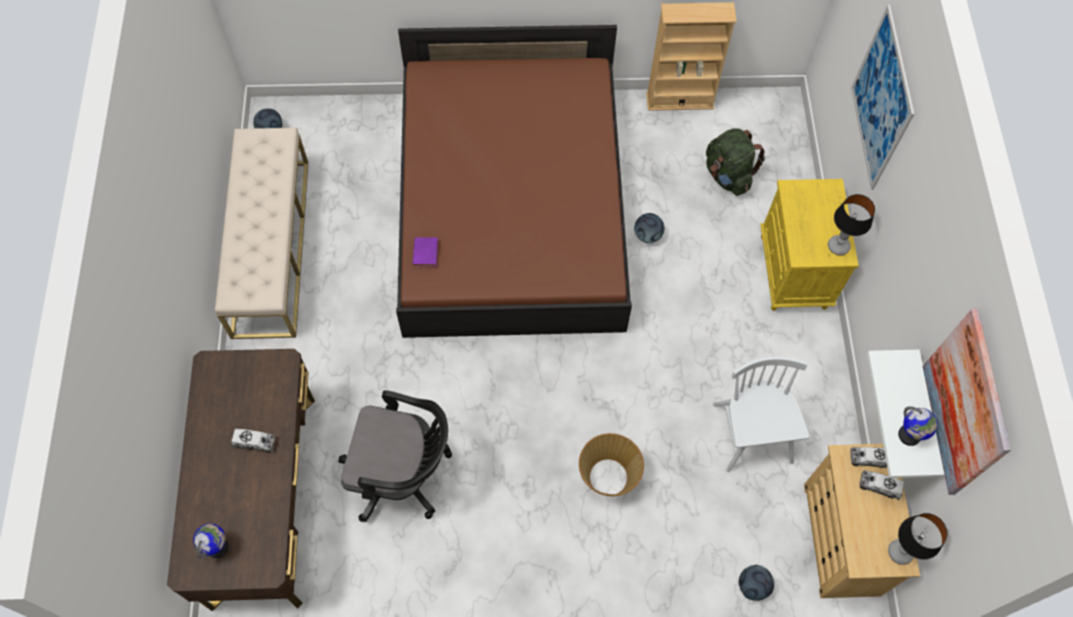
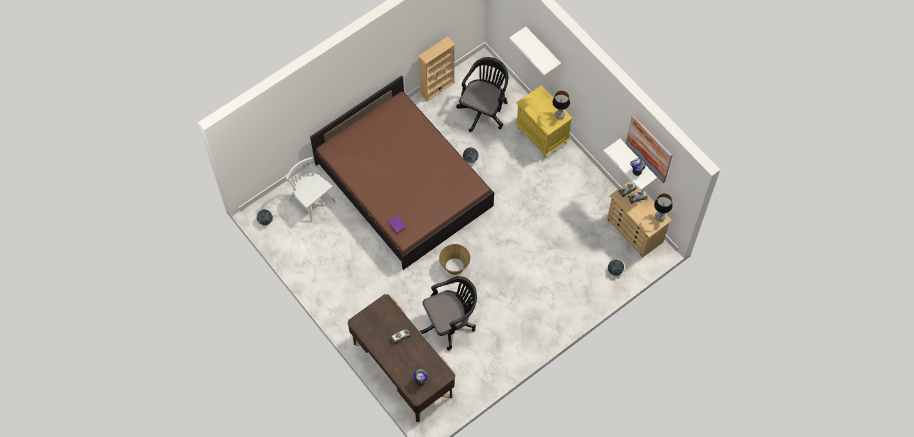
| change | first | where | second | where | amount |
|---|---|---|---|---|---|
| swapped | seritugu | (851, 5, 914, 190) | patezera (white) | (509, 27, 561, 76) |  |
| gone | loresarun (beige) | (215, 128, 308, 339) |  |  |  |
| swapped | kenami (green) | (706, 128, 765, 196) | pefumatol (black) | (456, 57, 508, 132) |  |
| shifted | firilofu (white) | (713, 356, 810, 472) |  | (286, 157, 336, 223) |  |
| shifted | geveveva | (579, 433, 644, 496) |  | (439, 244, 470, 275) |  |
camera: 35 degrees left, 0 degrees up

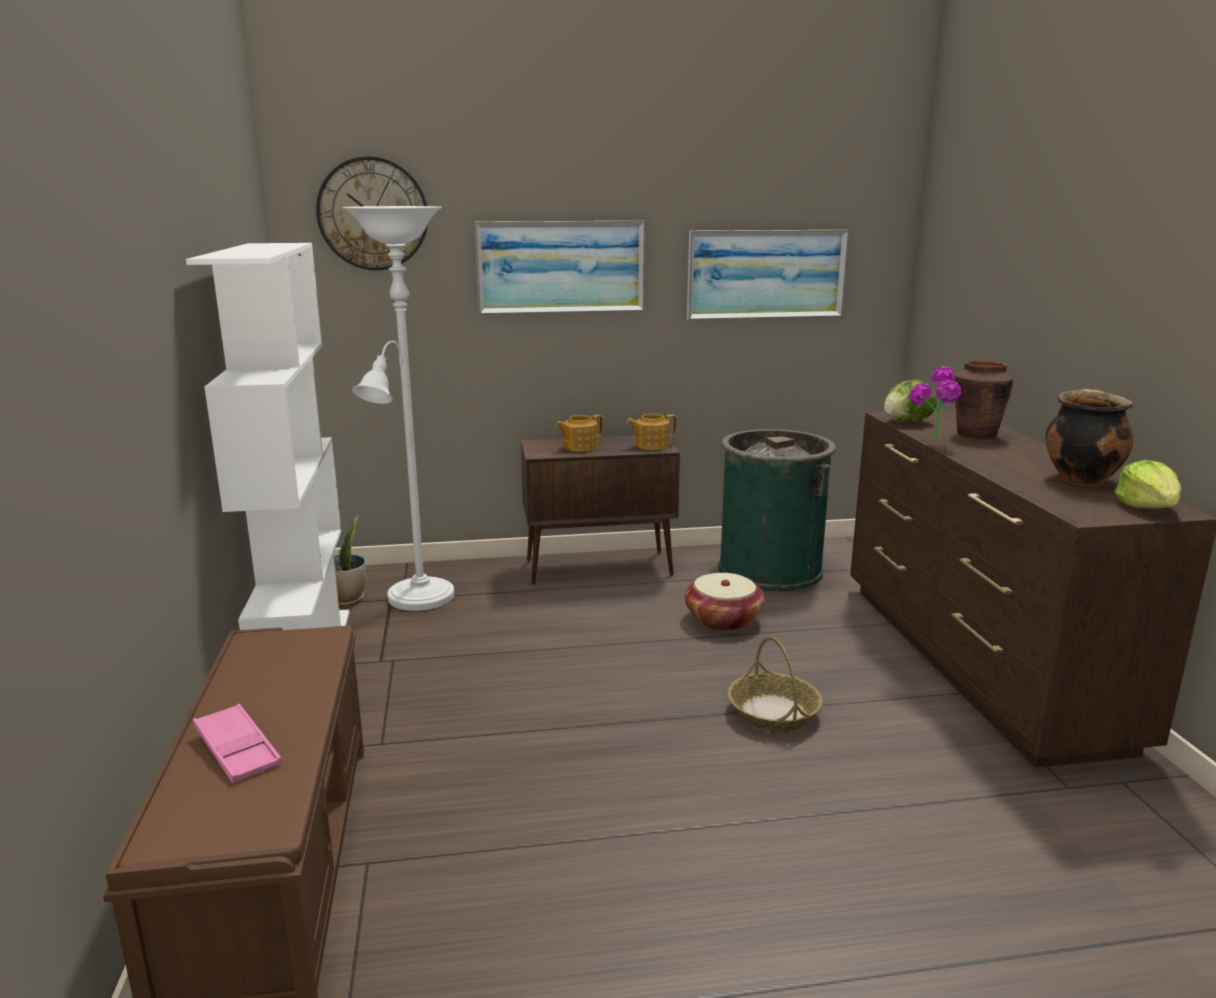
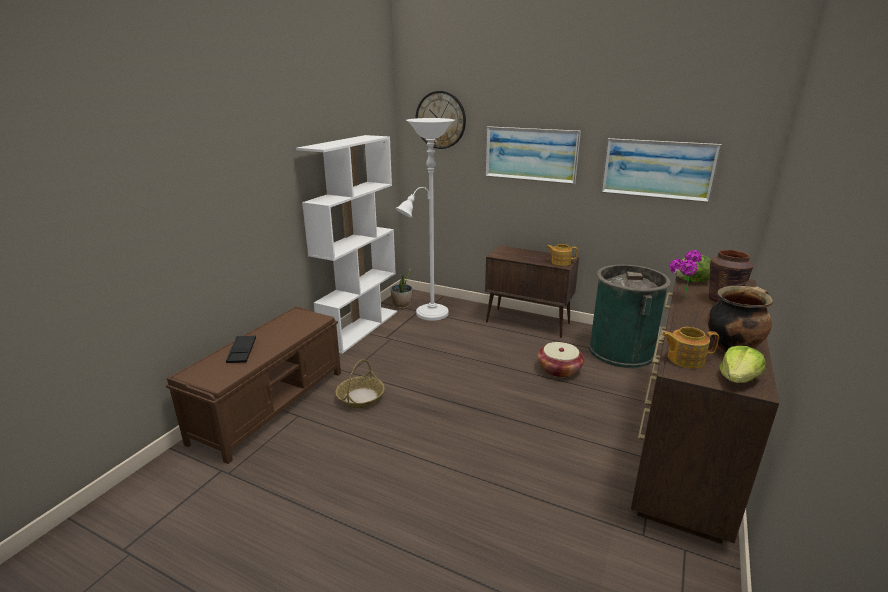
| change | first | where | second | where | amount |
|---|---|---|---|---|---|
| shifted | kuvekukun | (556, 415, 603, 452) |  | (662, 327, 719, 369) |  |
| shifted | geveveva | (728, 636, 823, 732) |  | (336, 359, 385, 408) |  |
| repainted | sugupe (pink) | (193, 704, 282, 783) | sugupe (black) | (226, 335, 256, 363) |  |
camera: 35 degrees right, 5 degrees up

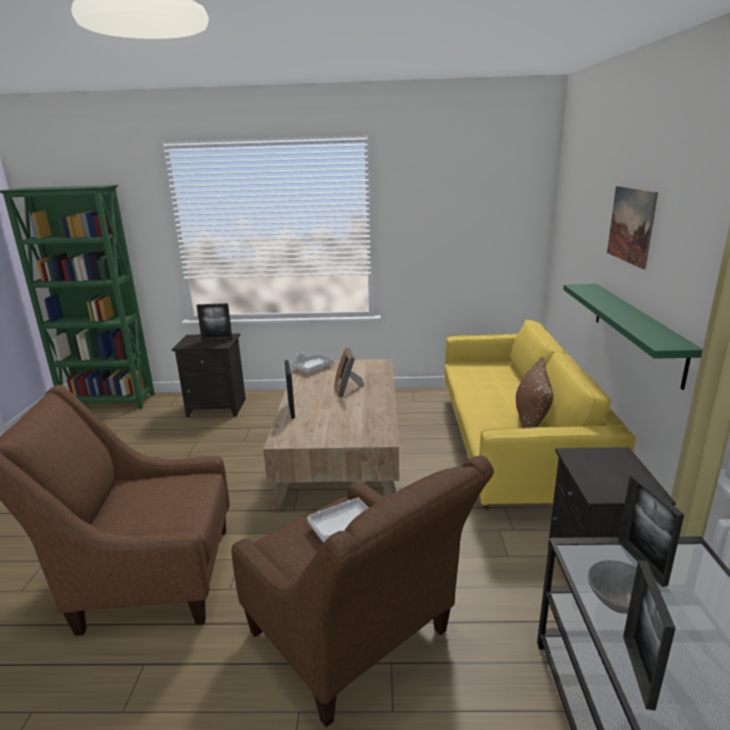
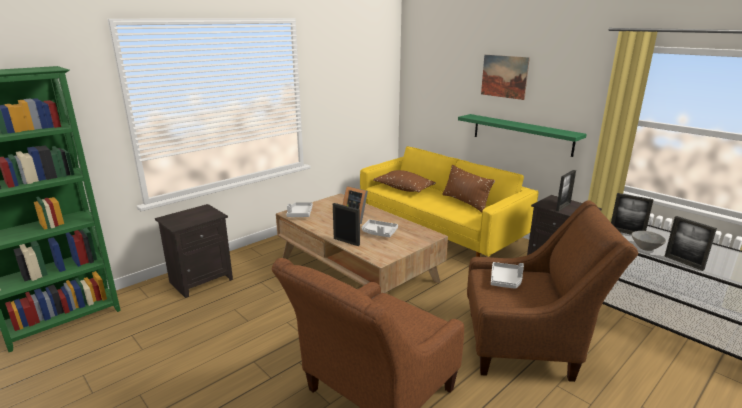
| change | first | where | second | where | amount |
|---|---|---|---|---|---|
| shifted | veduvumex | (197, 303, 233, 342) |  | (556, 170, 576, 211) |  |
| new |  |  | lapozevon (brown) | (373, 170, 436, 192) |  |
| new |  |  | sugupe (grey) | (362, 220, 398, 237) |  |
camera: 45 degrees left, 0 degrees up

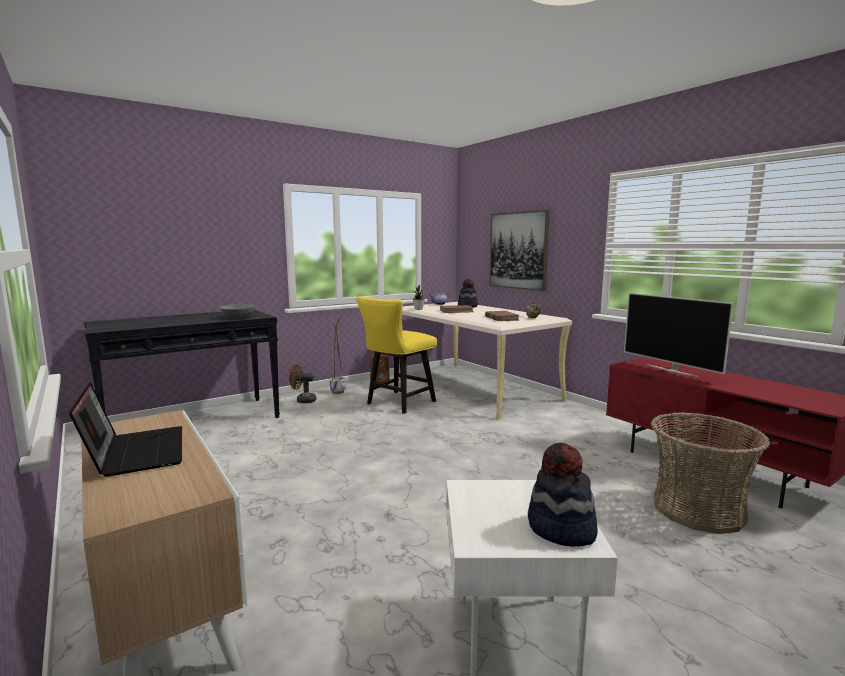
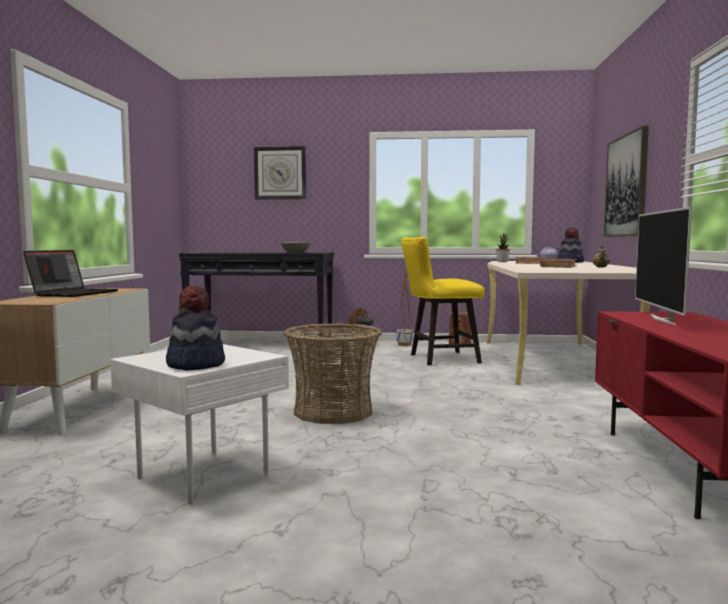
| change | first | where | second | where | amount |
|---|---|---|---|---|---|
| shifted | geveveva | (651, 412, 770, 534) |  | (284, 323, 382, 424) |  |
| new |  |  | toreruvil | (254, 146, 306, 200) |  |
camera: 40 degrees right, 5 degrees down

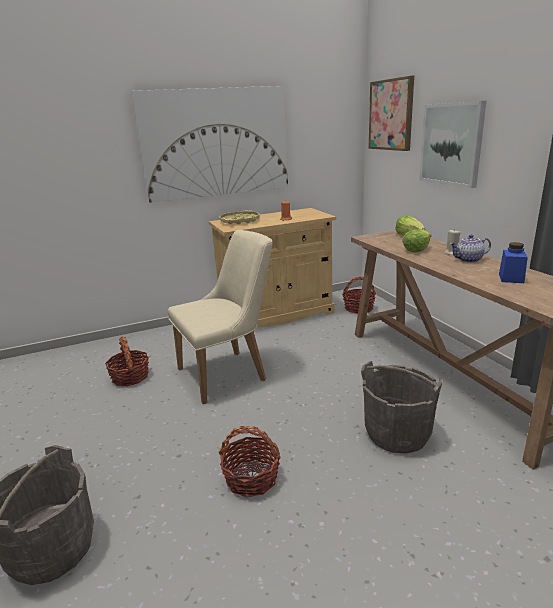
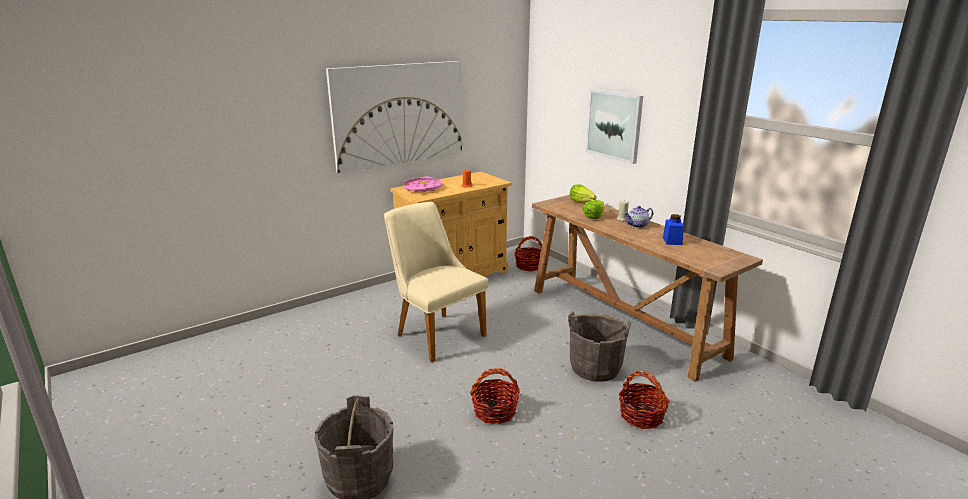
| change | first | where | second | where | amount |
|---|---|---|---|---|---|
| gone | seritugu | (369, 76, 414, 151) |  |  |  |
| repainted | sugupe (yellow) | (219, 210, 260, 224) | sugupe (pink) | (403, 177, 442, 192) |  |
| rotated | firilofu (beige) | (168, 230, 272, 404) |  | (384, 202, 489, 362) | 90 degrees counterclockwise |
| shifted | geveveva | (105, 337, 149, 386) |  | (619, 370, 670, 429) |  |
camera: 15 degrees left, 0 degrees up

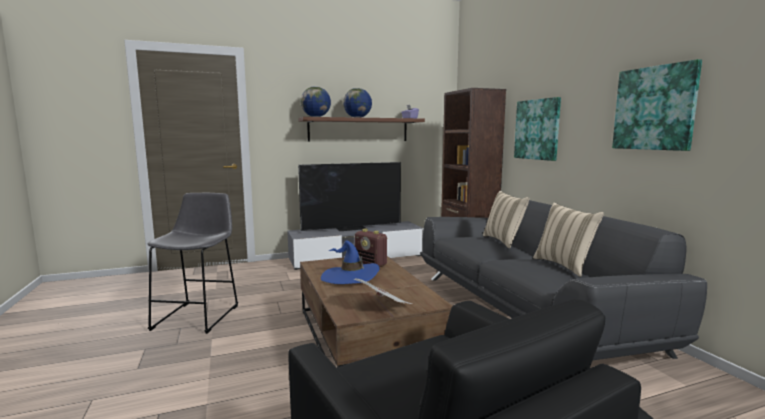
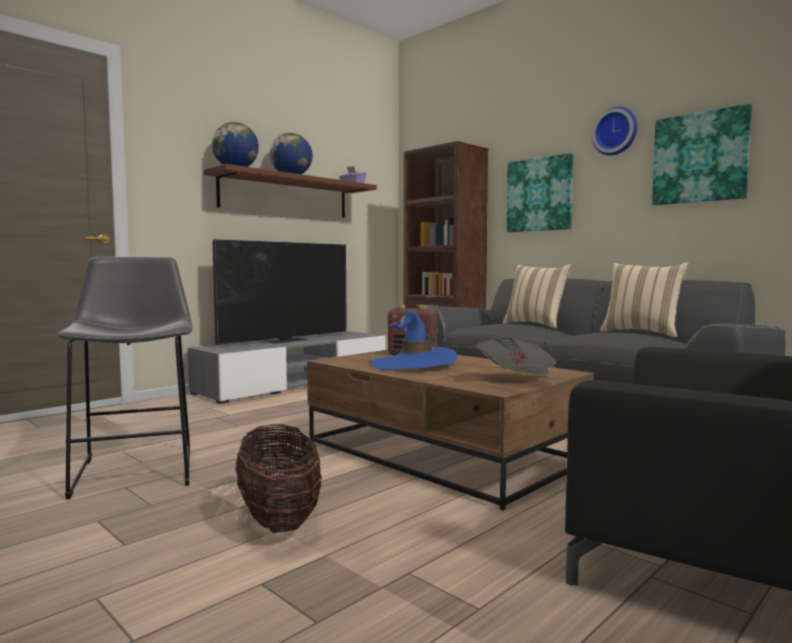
| change | first | where | second | where | amount |
|---|---|---|---|---|---|
| new |  |  | toreruvil | (592, 107, 637, 156) |  |
| new |  |  | geveveva | (235, 424, 322, 533) |  |
camera: 25 degrees left, 5 degrees down

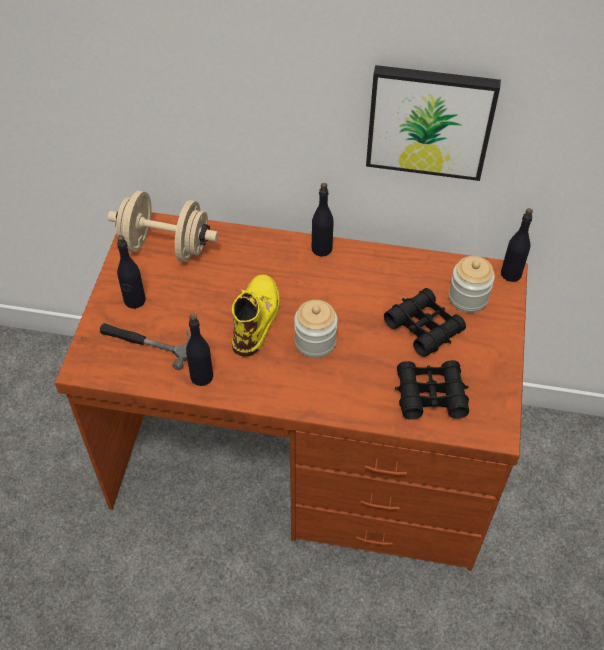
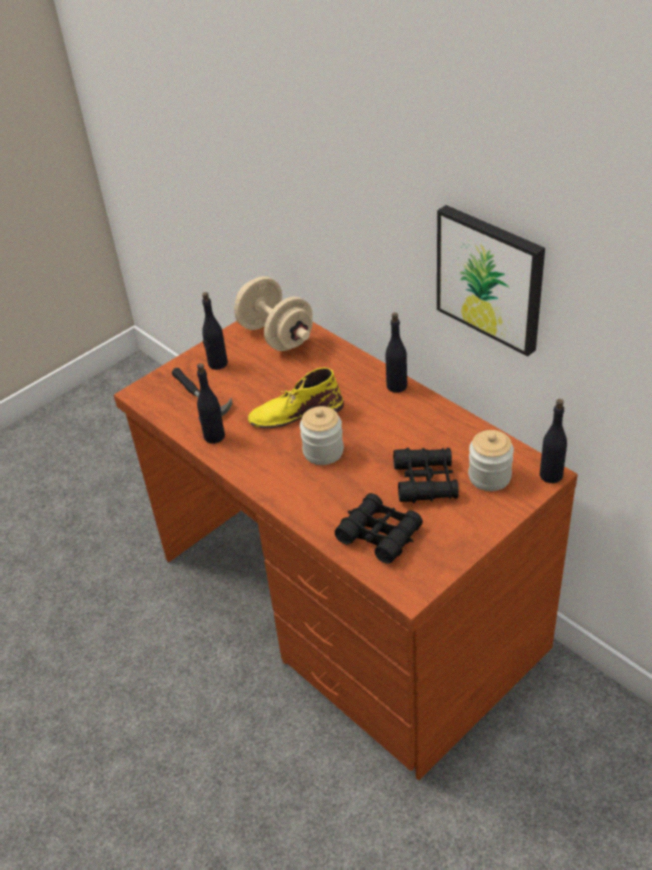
| change | first | where | second | where | amount |
|---|---|---|---|---|---|
| rotated | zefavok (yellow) | (232, 275, 279, 357) |  | (248, 367, 344, 428) | 150 degrees counterclockwise |
camera: 40 degrees right, 10 degrees down

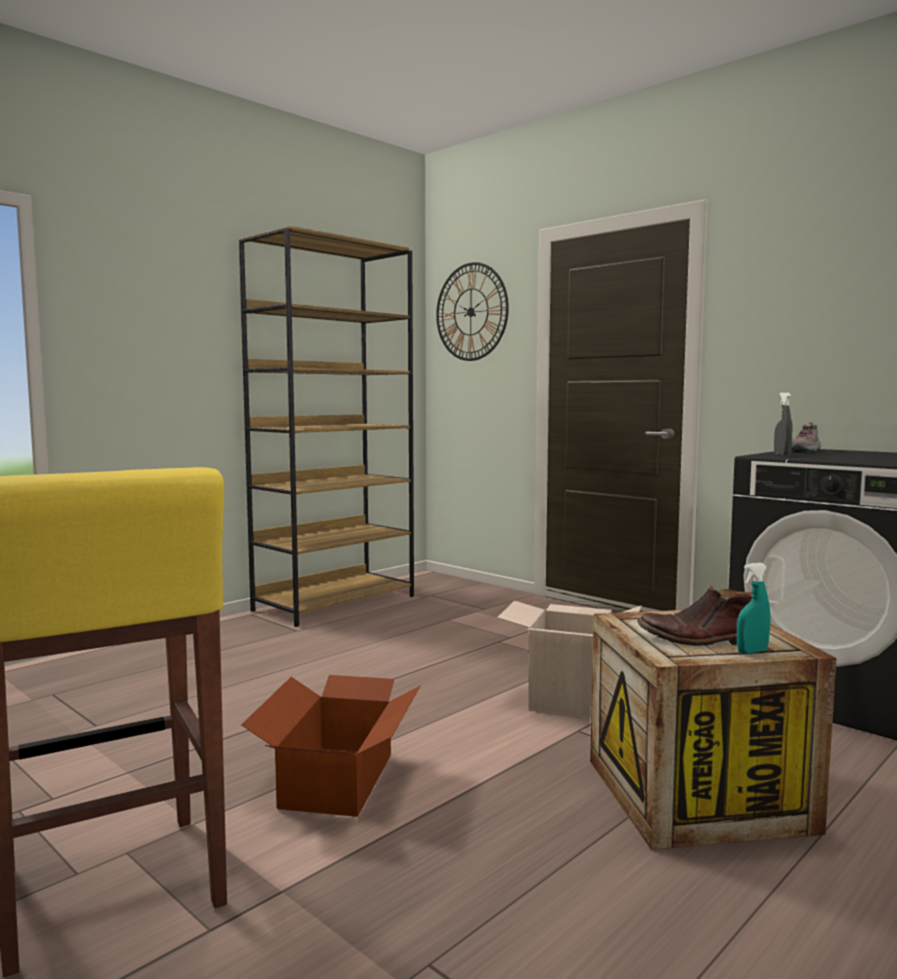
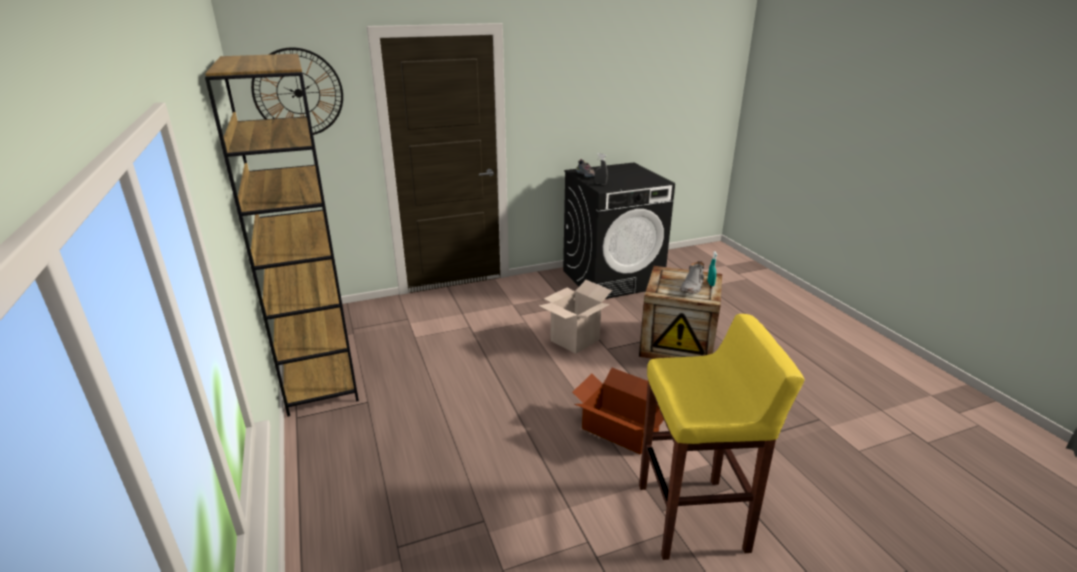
| change | first | where | second | where | amount |
|---|---|---|---|---|---|
| repainted | zefavok (brown) | (637, 586, 753, 646) | zefavok (grey) | (680, 261, 704, 294) |  |
camera: 65 degrees left, 20 degrees up

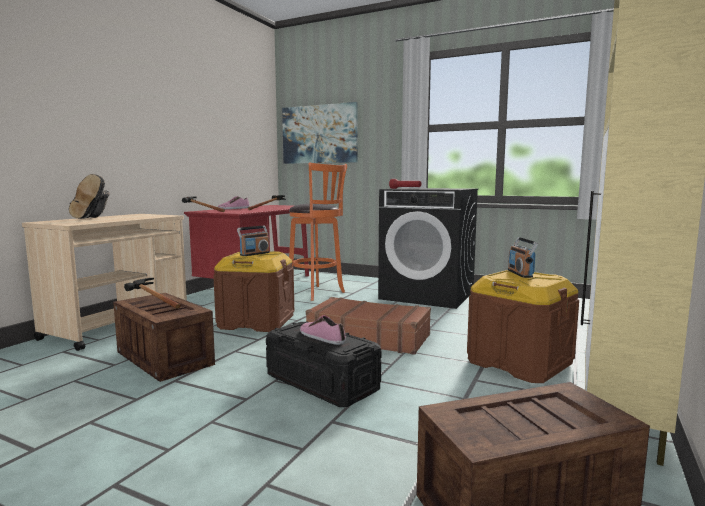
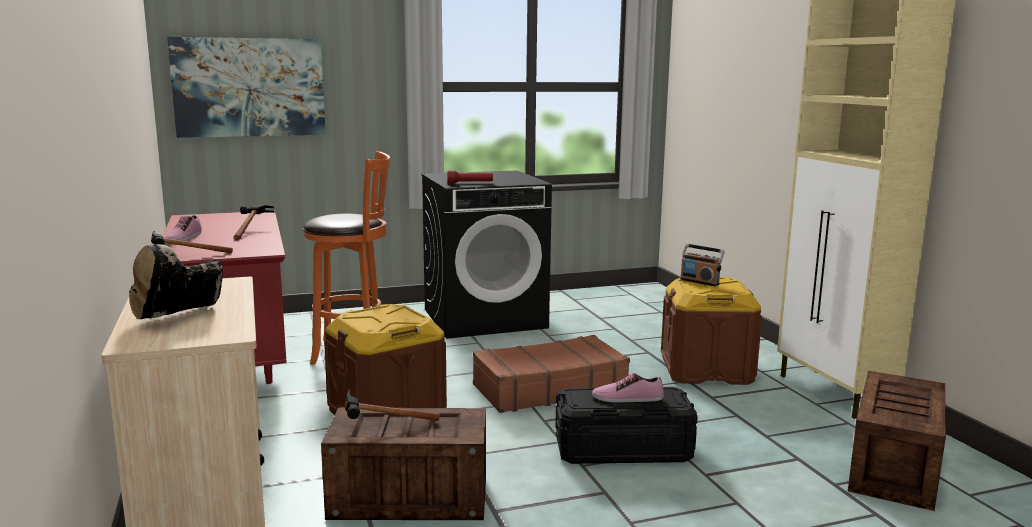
| change | first | where | second | where | amount |
|---|---|---|---|---|---|
| rotated | zefavok (black) | (69, 174, 110, 219) |  | (129, 244, 223, 319) | 90 degrees clockwise |
| gone | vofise | (237, 226, 270, 256) |  |  |  |
camera: 45 degrees left, 5 degrees up

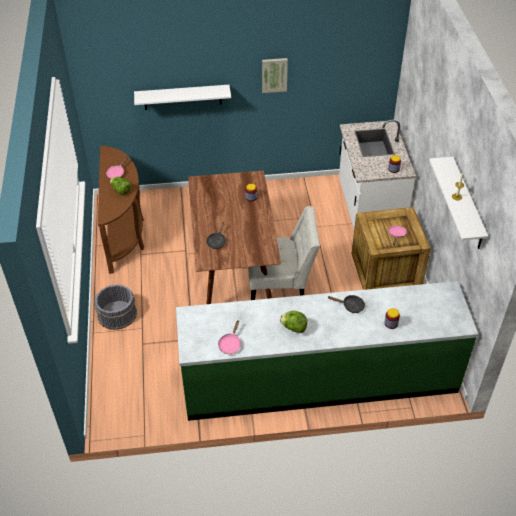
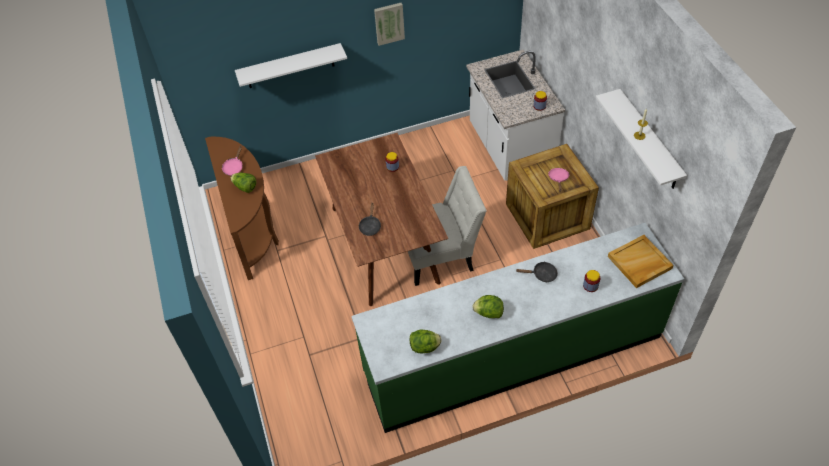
| change | first | where | second | where | amount |
|---|---|---|---|---|---|
| gone | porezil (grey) | (95, 284, 137, 330) |  |  |  |
| swapped | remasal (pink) | (218, 320, 241, 354) | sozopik | (410, 329, 442, 353) |  |
| new |  |  | sugupe (beige) | (608, 235, 674, 288) |  |
camera: 10 degrees left, 5 degrees up

